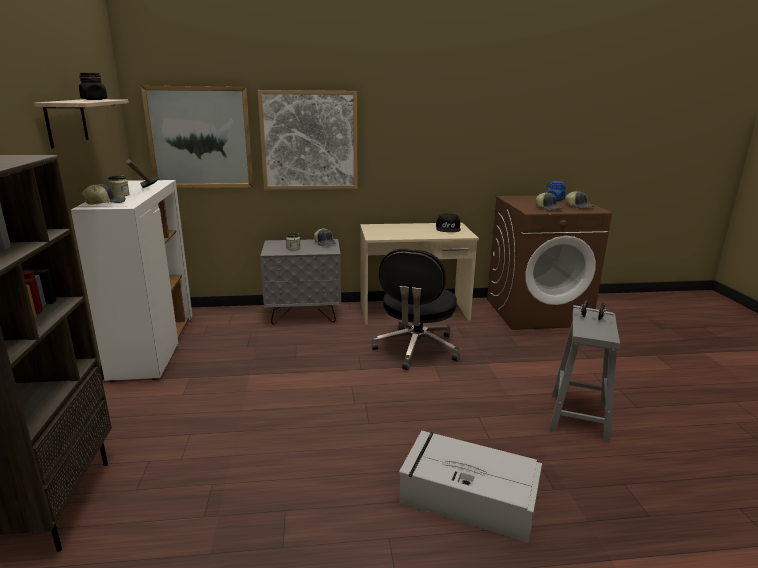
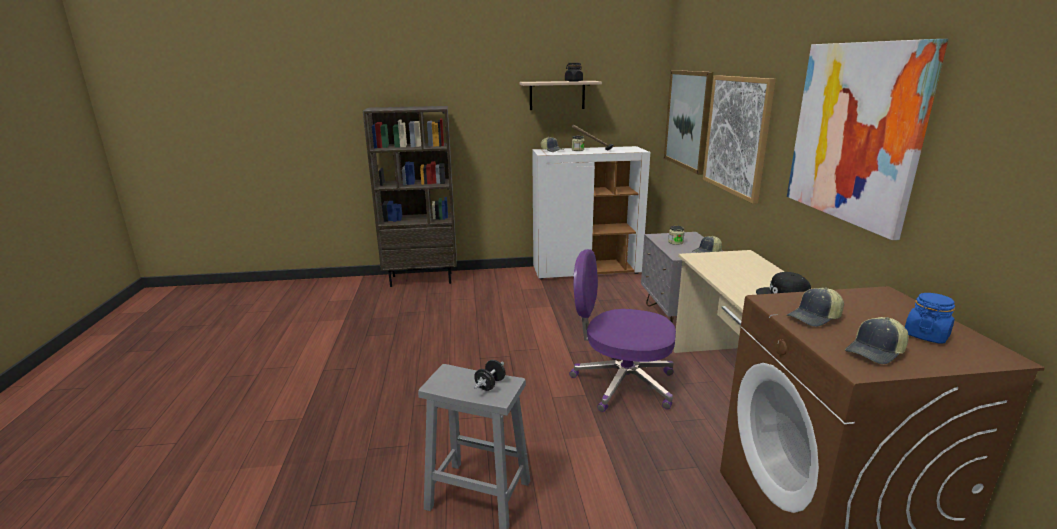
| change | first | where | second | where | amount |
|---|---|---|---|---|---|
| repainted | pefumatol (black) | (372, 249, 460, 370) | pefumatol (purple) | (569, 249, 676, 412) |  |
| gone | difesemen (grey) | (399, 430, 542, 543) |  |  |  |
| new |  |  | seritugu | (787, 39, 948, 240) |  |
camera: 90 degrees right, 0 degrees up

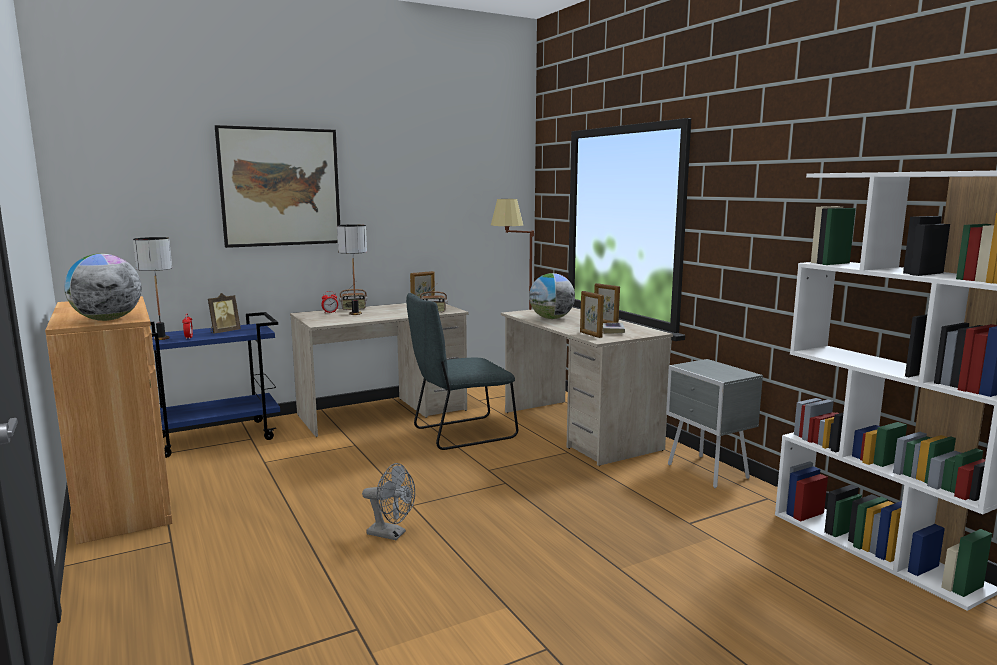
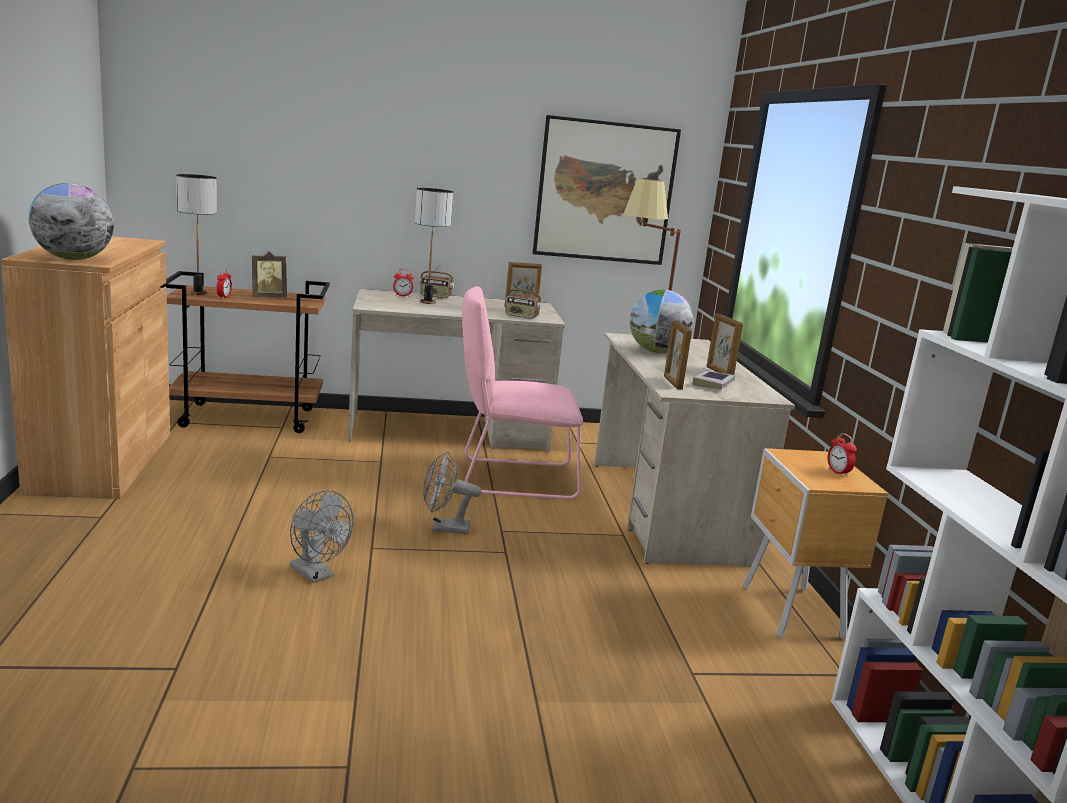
| change | first | where | second | where | amount |
|---|---|---|---|---|---|
| shifted | seritugu | (215, 125, 340, 248) |  | (533, 115, 681, 265) |  |
| repainted | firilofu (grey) | (406, 293, 518, 450) | firilofu (pink) | (462, 286, 583, 499) |  |
| repainted | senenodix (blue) | (150, 312, 280, 458) | senenodix (brown) | (160, 271, 330, 433) |  |
| repainted | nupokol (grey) | (666, 359, 763, 488) | nupokol (brown) | (743, 448, 888, 639) |  |
| new |  |  | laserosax | (827, 433, 857, 477) |  |
| new |  |  | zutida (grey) | (423, 451, 481, 534) |  |
camera: 20 degrees right, 5 degrees up

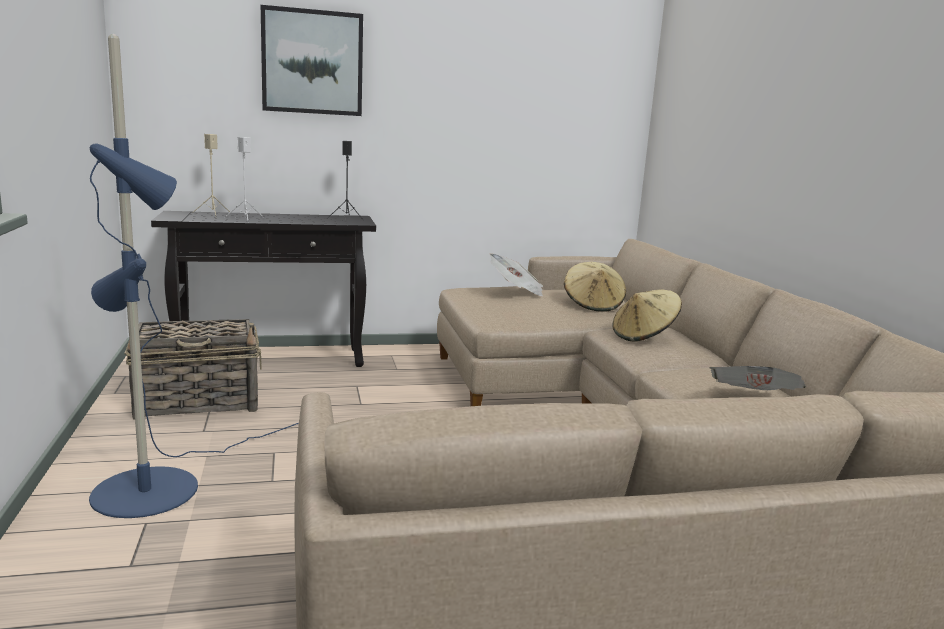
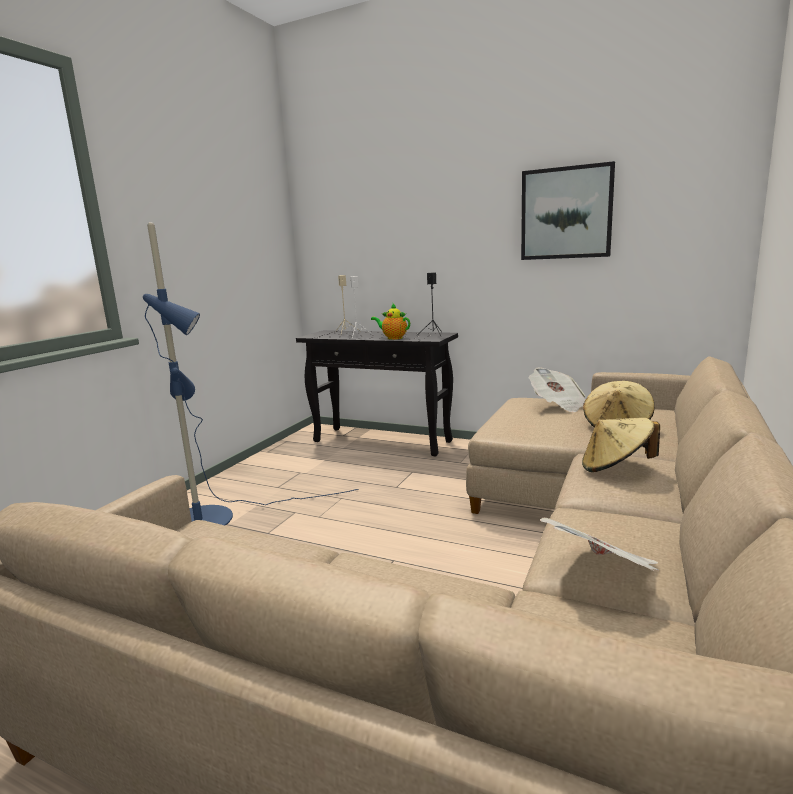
| change | first | where | second | where | amount |
|---|---|---|---|---|---|
| shifted | seritugu | (261, 5, 363, 116) |  | (521, 161, 615, 260) |  |
| gone | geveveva | (124, 319, 262, 419) |  |  |  |
| new |  |  | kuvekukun | (371, 304, 410, 340) |  |
camera: 40 degrees right, 0 degrees up

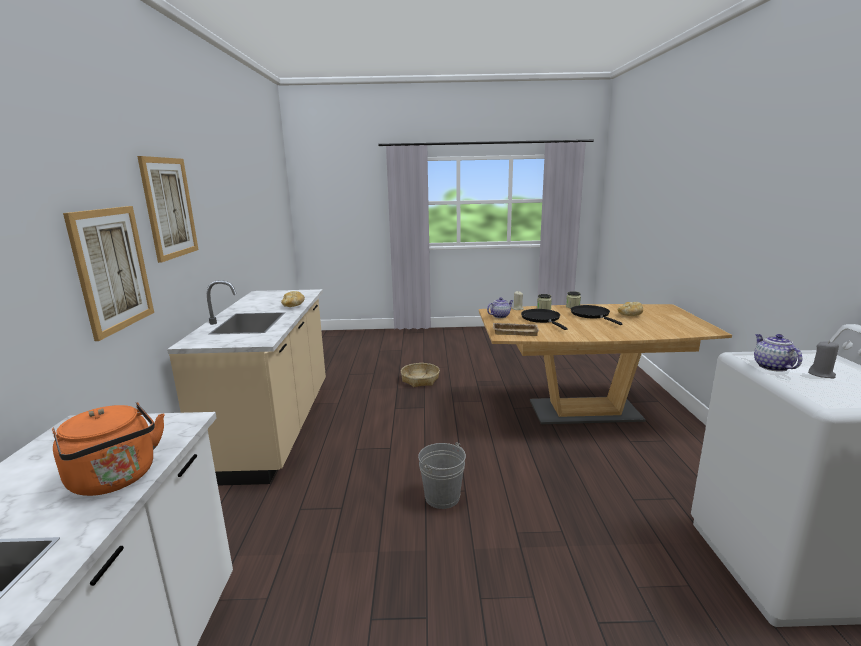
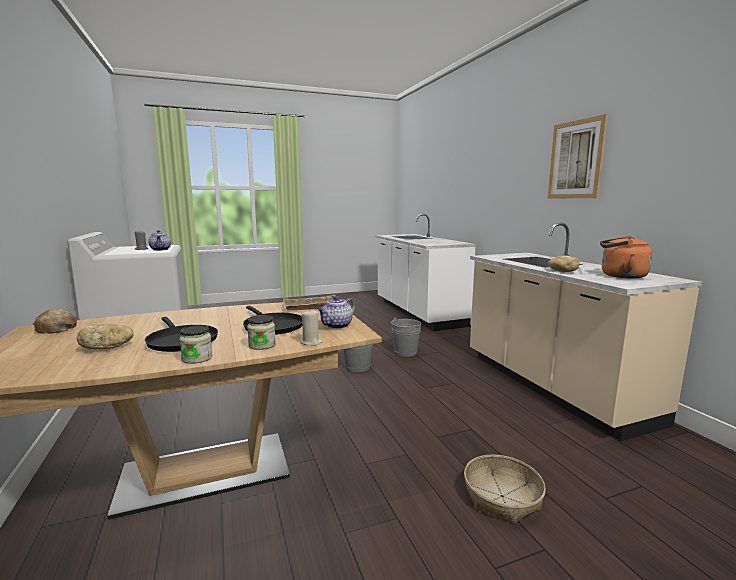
| change | first | where | second | where | amount |
|---|---|---|---|---|---|
| gone | seritugu | (63, 206, 154, 341) |  |  |  |
| shifted | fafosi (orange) | (52, 402, 164, 496) |  | (600, 236, 652, 279) |  |
| new |  |  | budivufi | (33, 309, 77, 334) |  |
| new |  |  | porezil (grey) | (391, 318, 421, 357) |  |
camera: 160 degrees right, 5 degrees down

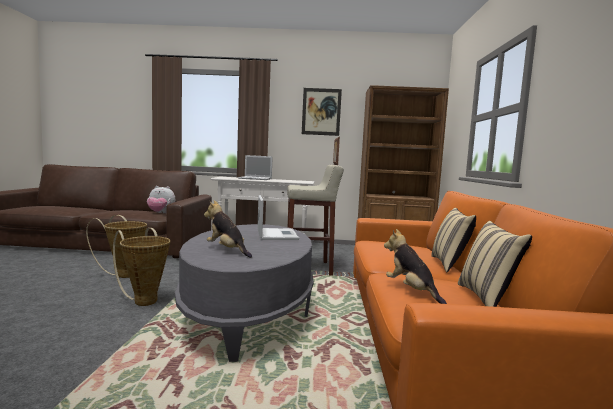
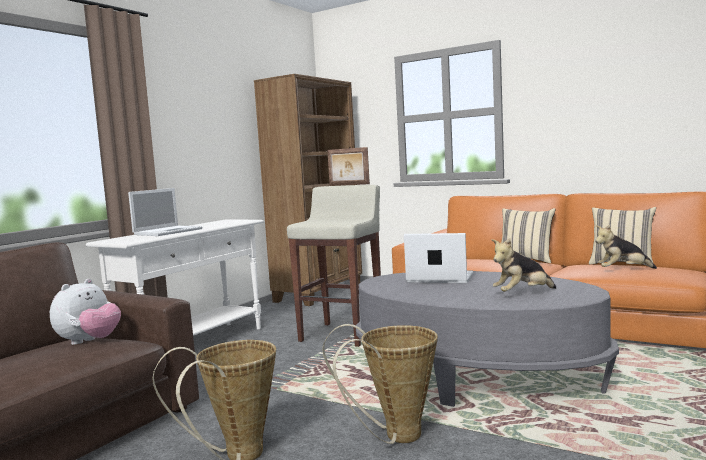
| change | first | where | second | where | amount |
|---|---|---|---|---|---|
| gone | seritugu | (302, 88, 342, 136) |  |  |  |
camera: 60 degrees left, 0 degrees up

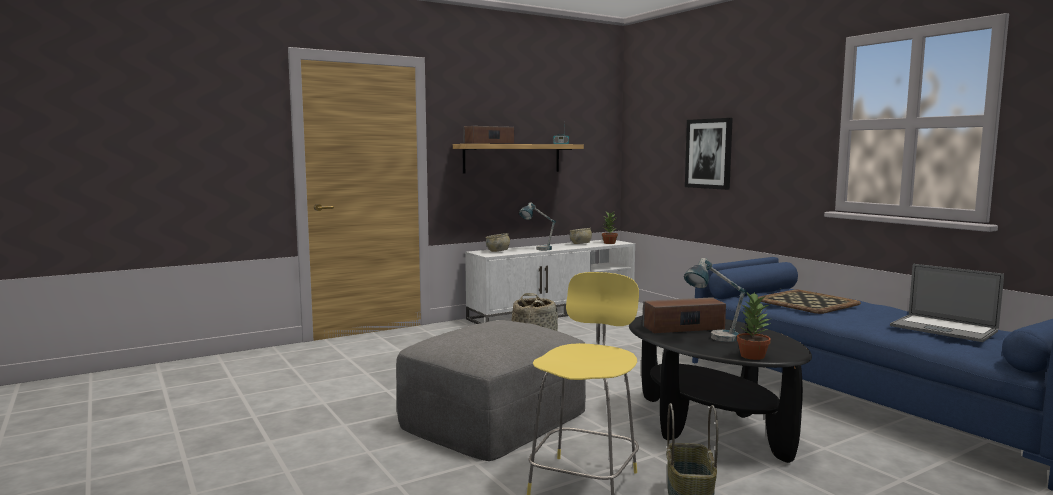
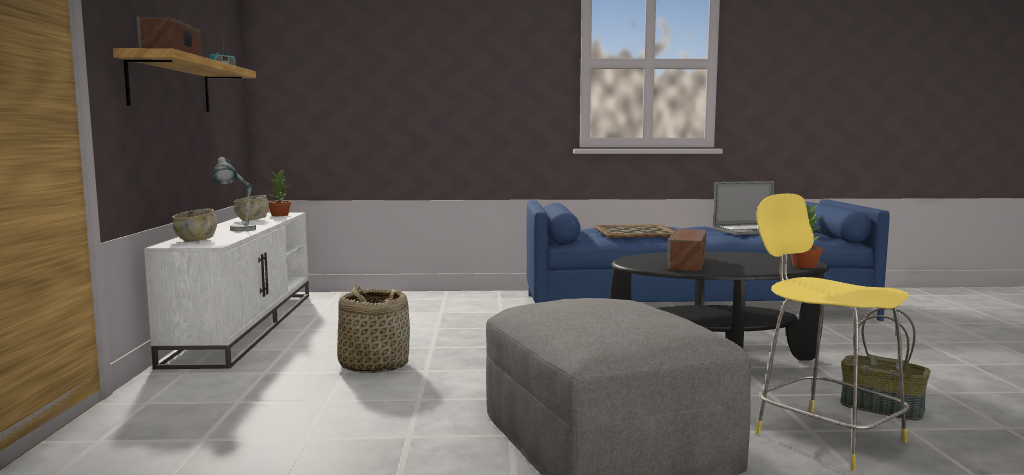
| change | first | where | second | where | amount |
|---|---|---|---|---|---|
| gone | seritugu | (685, 118, 733, 190) |  |  |  |
| gone | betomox | (684, 258, 746, 342) |  |  |  |
camera: 60 degrees left, 0 degrees up

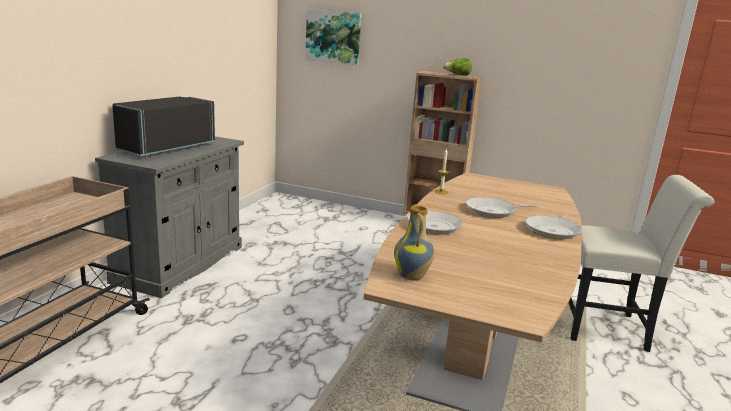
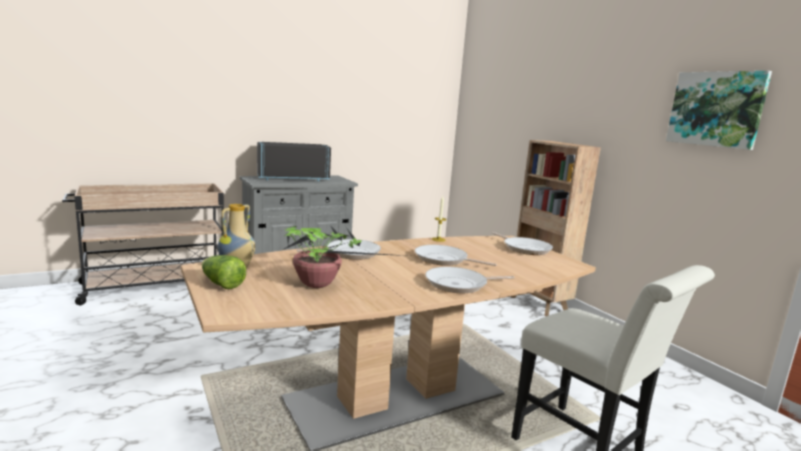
| change | first | where | second | where | amount |
|---|---|---|---|---|---|
| shifted | seritugu | (305, 10, 361, 65) |  | (666, 71, 772, 150) |  |
| shifted | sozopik | (443, 59, 472, 76) |  | (202, 255, 246, 289) |  |
| new |  |  | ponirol | (283, 225, 406, 288) |  |
| new |  |  | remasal | (492, 232, 553, 255) |  |
camera: 40 degrees right, 5 degrees down

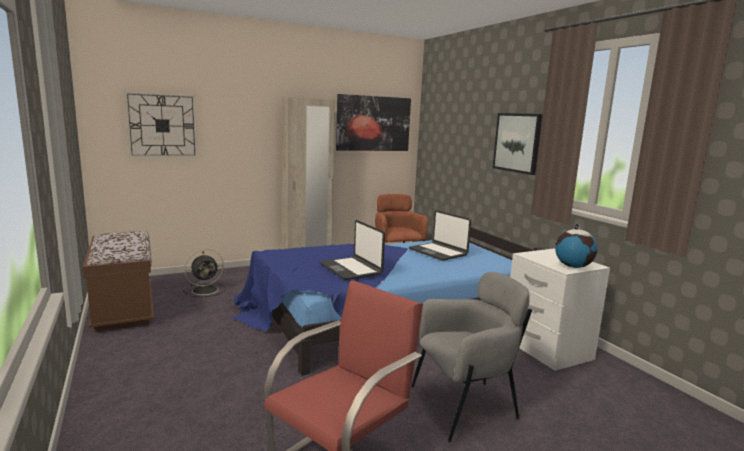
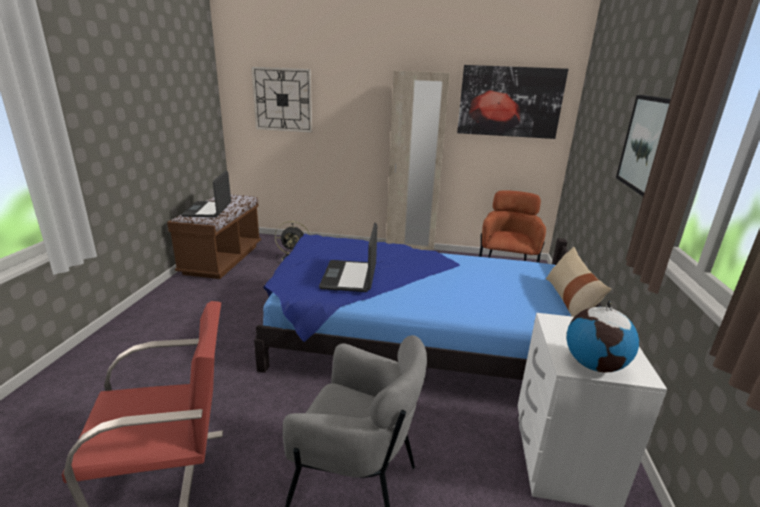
| change | first | where | second | where | amount |
|---|---|---|---|---|---|
| shifted | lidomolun | (409, 210, 471, 261) |  | (181, 171, 231, 217) |  |
| new |  |  | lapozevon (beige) | (546, 247, 612, 317) |  |
camera: 35 degrees right, 10 degrees up

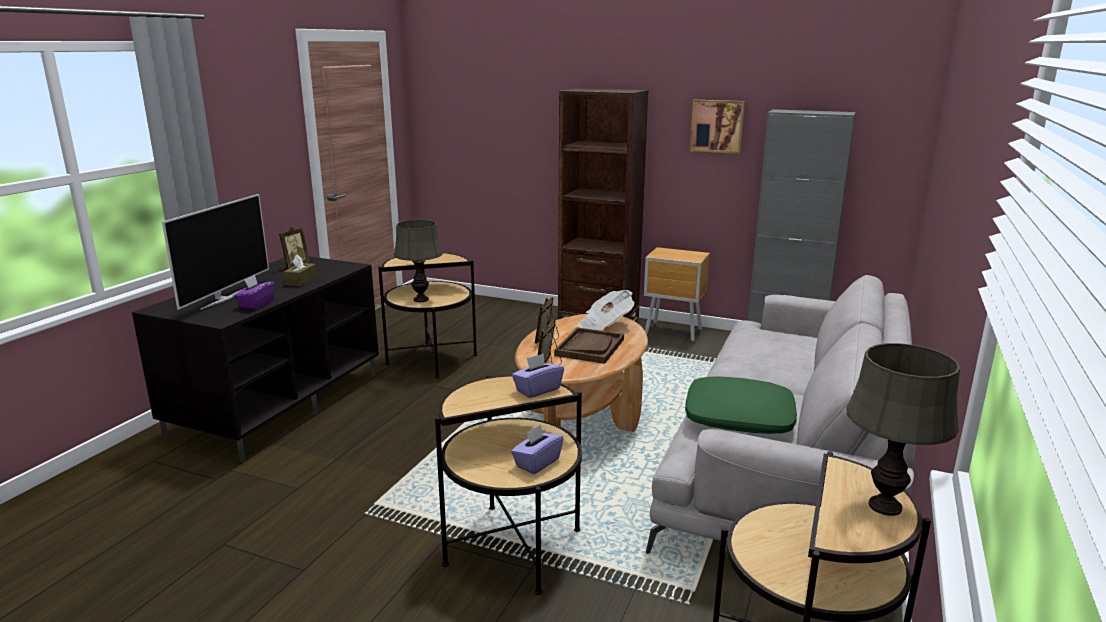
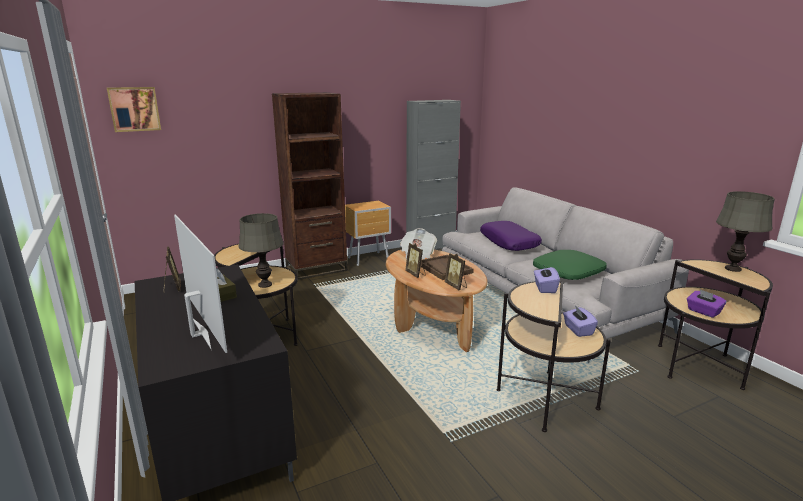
| change | first | where | second | where | amount |
|---|---|---|---|---|---|
| shifted | seritugu | (690, 100, 745, 154) |  | (107, 87, 161, 132) |  |
| shifted | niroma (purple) | (234, 275, 275, 310) |  | (687, 289, 727, 318) |  |
| new |  |  | lapozevon (purple) | (480, 221, 542, 251) |  |
camera: 50 degrees left, 0 degrees up

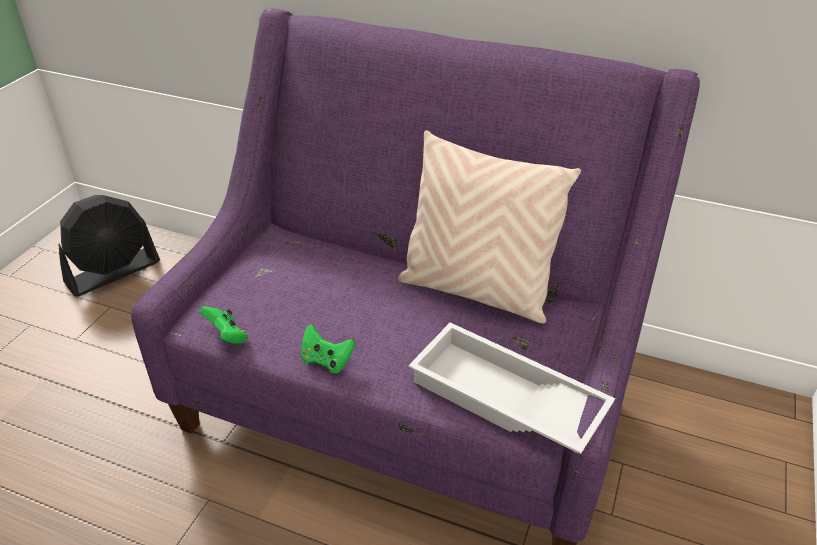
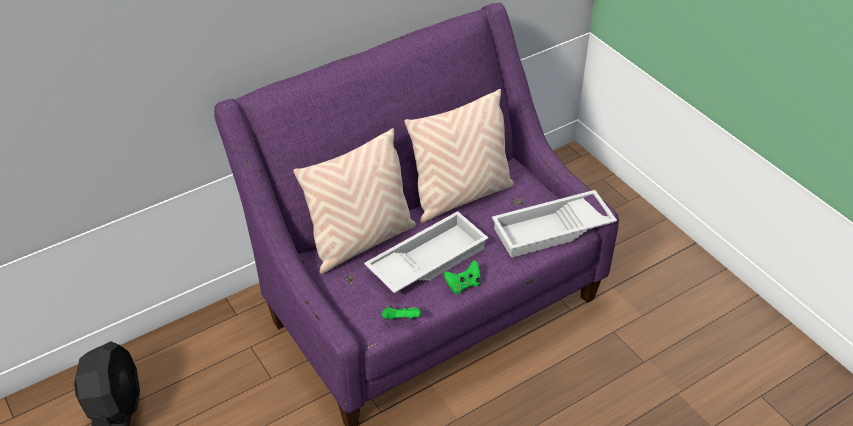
| change | first | where | second | where | amount |
|---|---|---|---|---|---|
| new |  |  | lapozevon (beige) | (293, 128, 416, 274) |  |
| new |  |  | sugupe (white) | (364, 211, 489, 293) |  |
camera: 55 degrees left, 5 degrees up

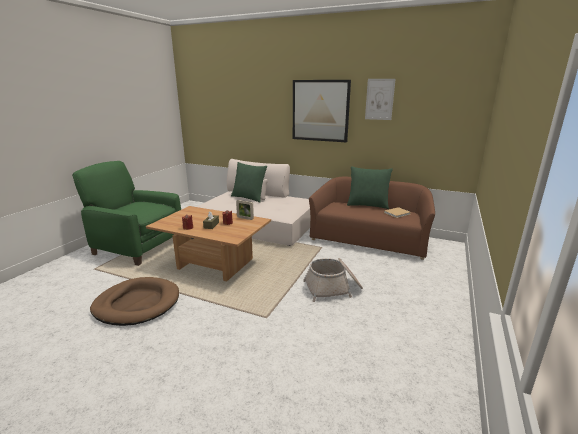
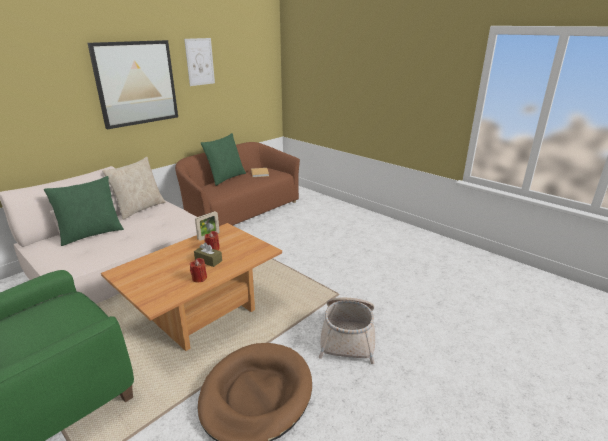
| change | first | where | second | where | amount |
|---|---|---|---|---|---|
| shifted | geveveva | (303, 258, 363, 302) |  | (319, 297, 375, 364) |  |
| new |  |  | lapozevon (beige) | (102, 157, 166, 220) |  |
camera: 70 degrees left, 5 degrees up

